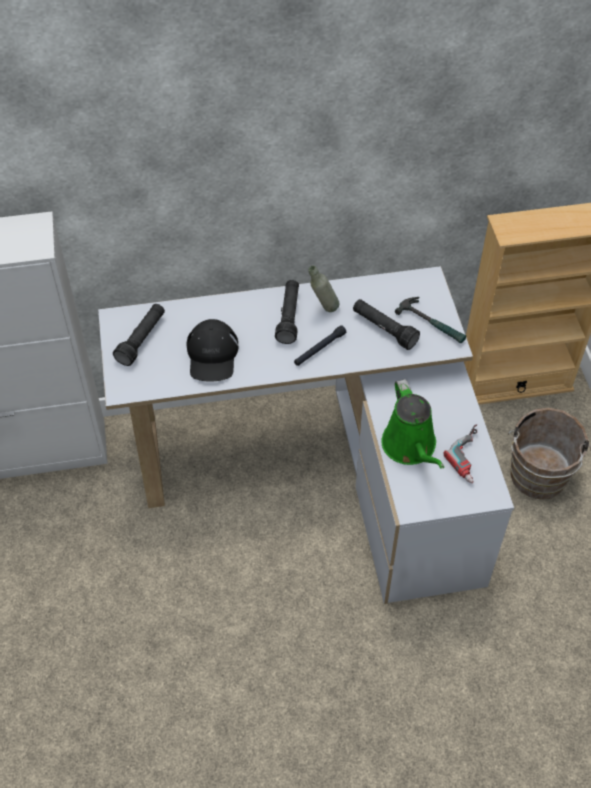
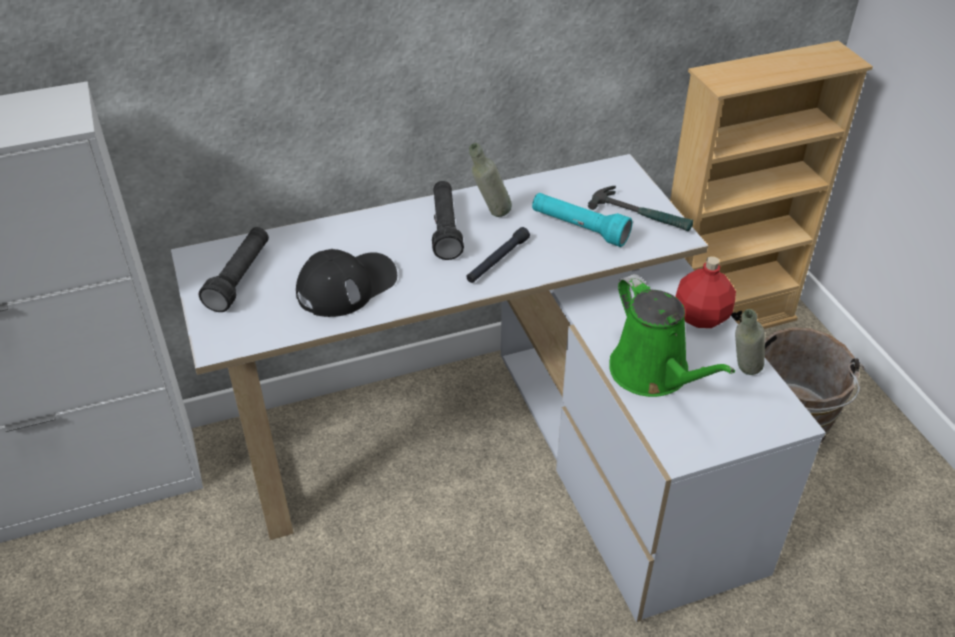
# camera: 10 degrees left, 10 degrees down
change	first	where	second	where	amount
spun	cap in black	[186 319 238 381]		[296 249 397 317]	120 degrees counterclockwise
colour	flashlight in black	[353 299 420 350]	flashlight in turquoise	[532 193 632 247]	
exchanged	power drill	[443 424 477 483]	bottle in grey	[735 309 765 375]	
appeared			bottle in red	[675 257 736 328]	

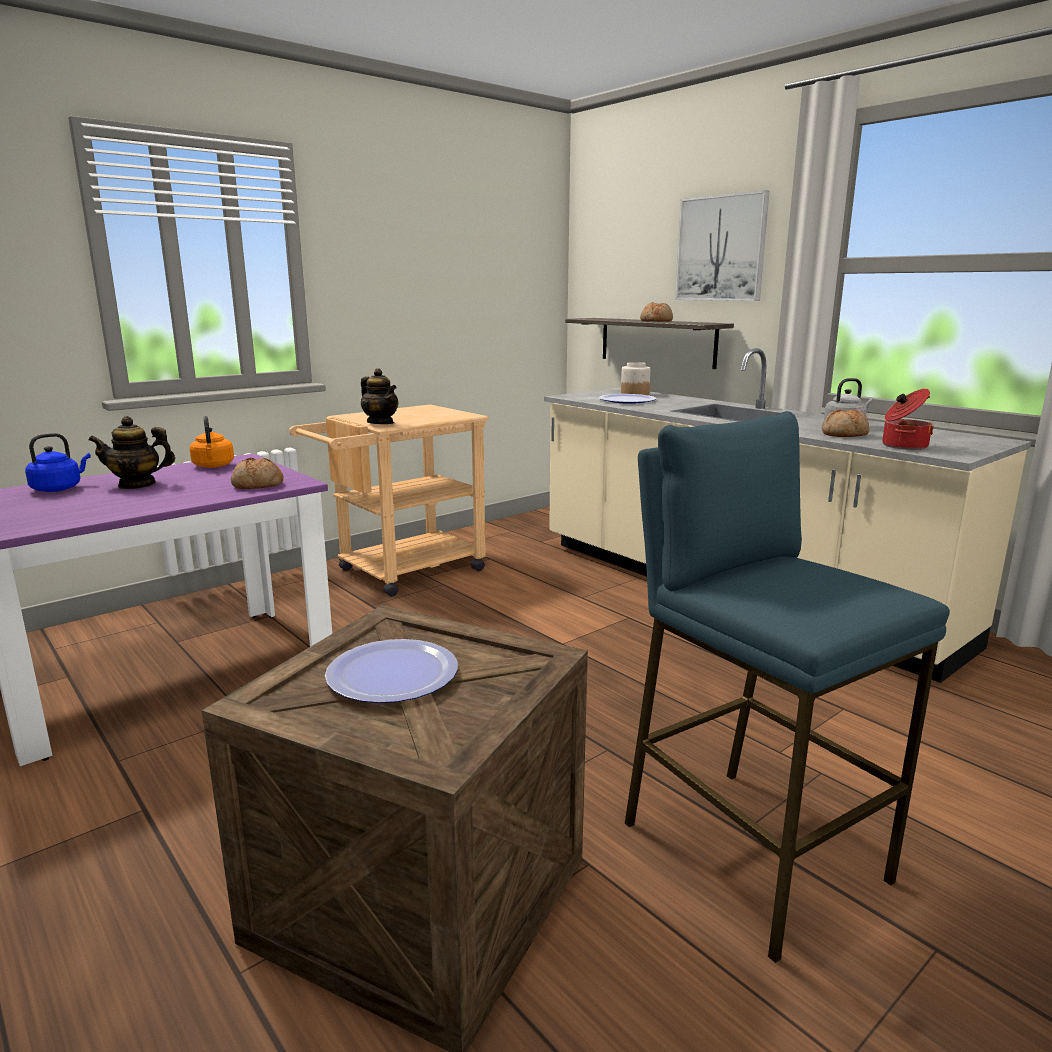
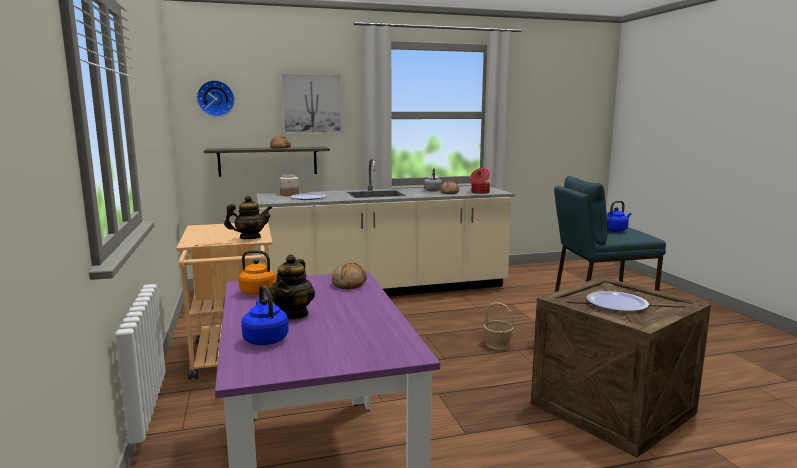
# camera: 65 degrees left, 5 degrees down
change	first	where	second	where	amount
appeared			wall clock	[197 80 235 117]	
appeared			basket	[483 302 514 350]	
appeared			kettle in blue	[607 201 631 232]	

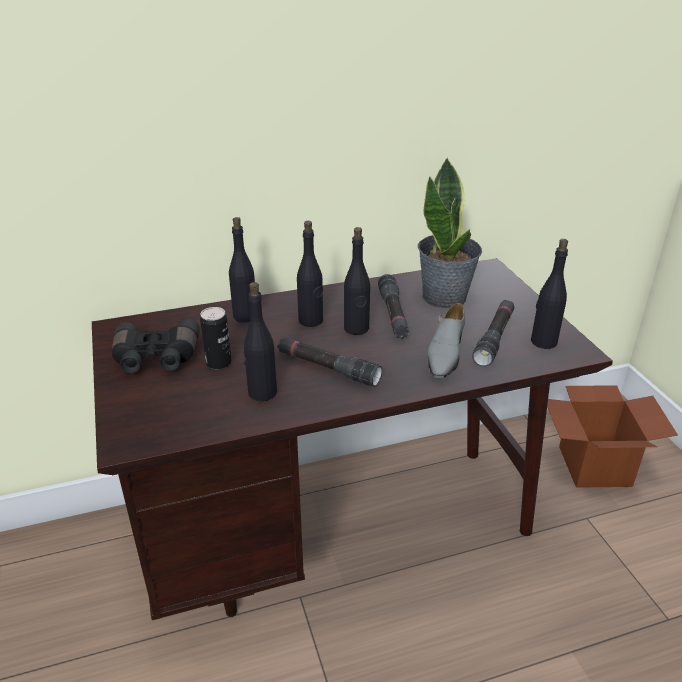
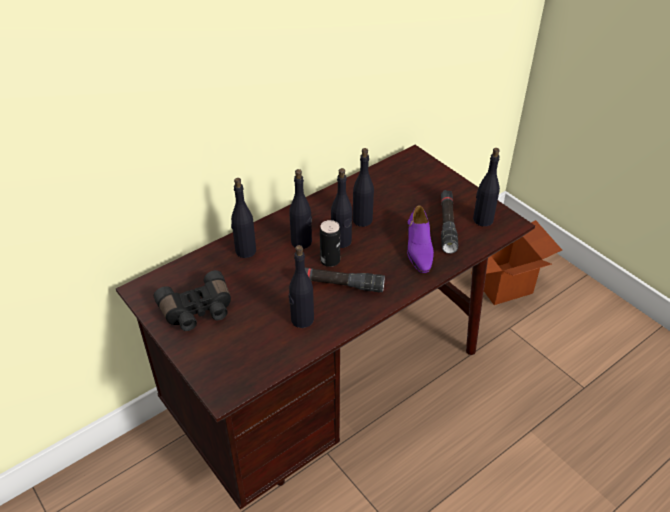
# camera: 20 degrees left, 10 degrees up
change	first	where	second	where	amount
relocated	can	[200 307 232 370]		[320 220 340 267]	
exchanged	flashlight in black	[378 274 409 339]	bottle in black	[353 148 374 227]	
missing	potted plant	[418 157 482 309]			
colour	shoe in grey	[427 303 465 378]	shoe in purple	[407 205 434 273]	

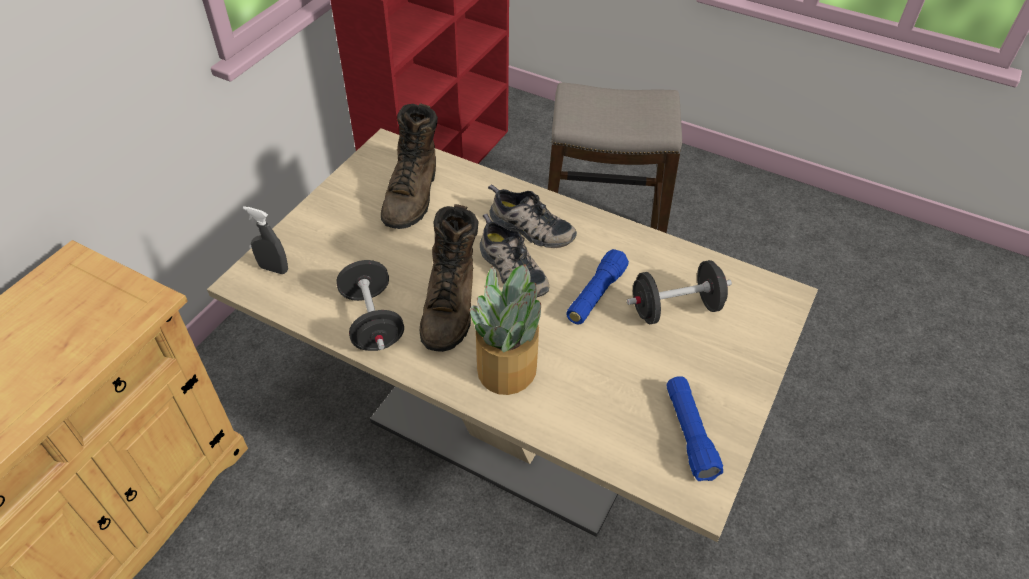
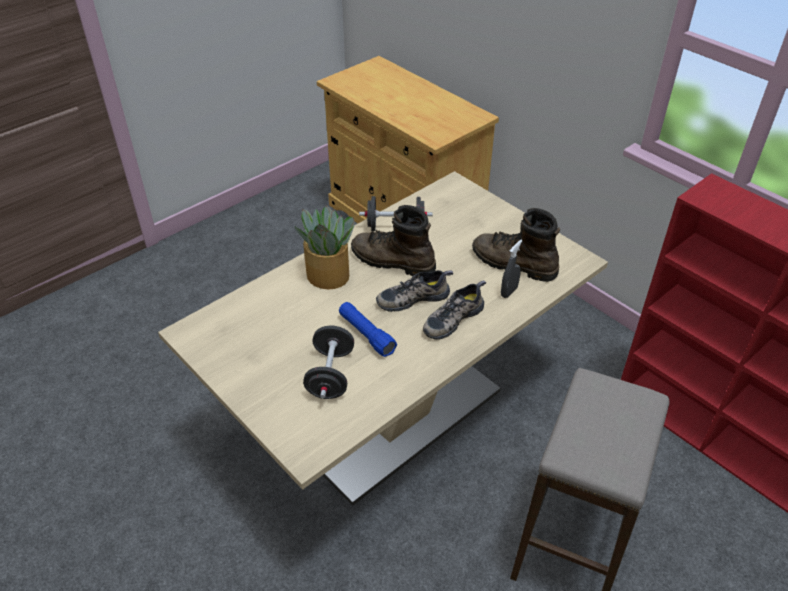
# camera: 110 degrees right, 5 degrees down
change	first	where	second	where	amount
relocated	spray bottle in grey	[243 206 288 274]		[501 240 522 298]	
missing	flashlight in blue	[667 376 723 481]			

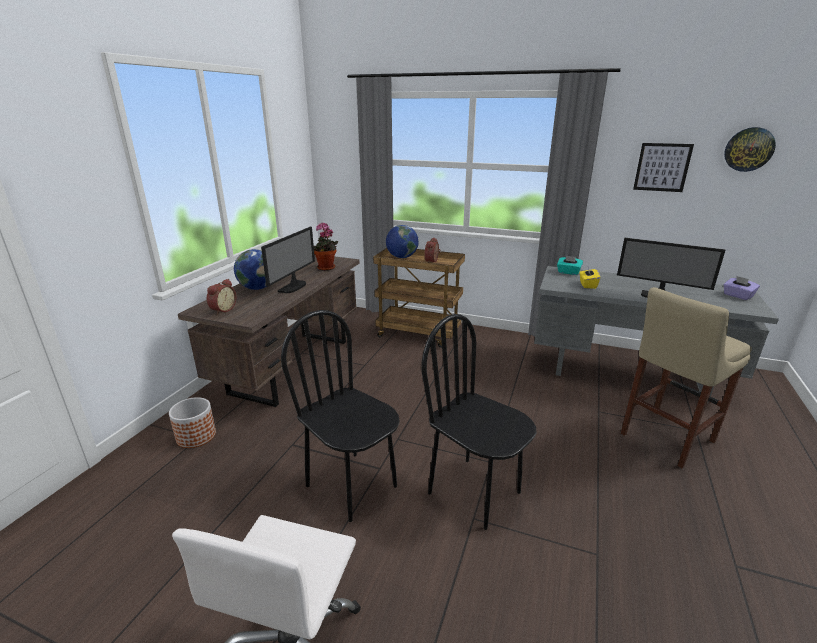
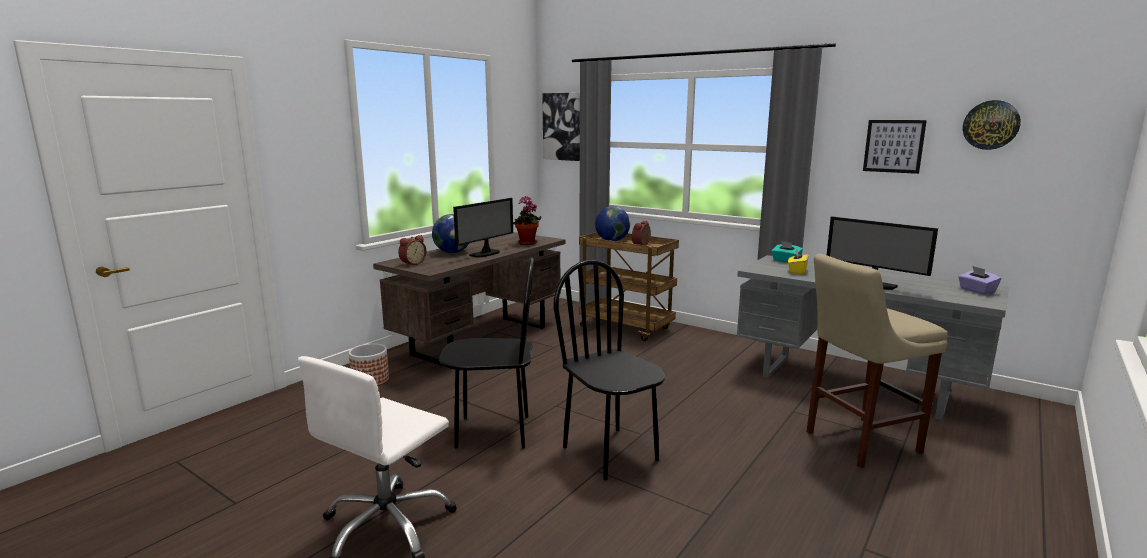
# camera: 15 degrees right, 10 degrees down
change	first	where	second	where	amount
spun	chair in black	[281 310 400 522]		[439 257 534 449]	120 degrees clockwise
appeared			picture	[542 92 580 161]	

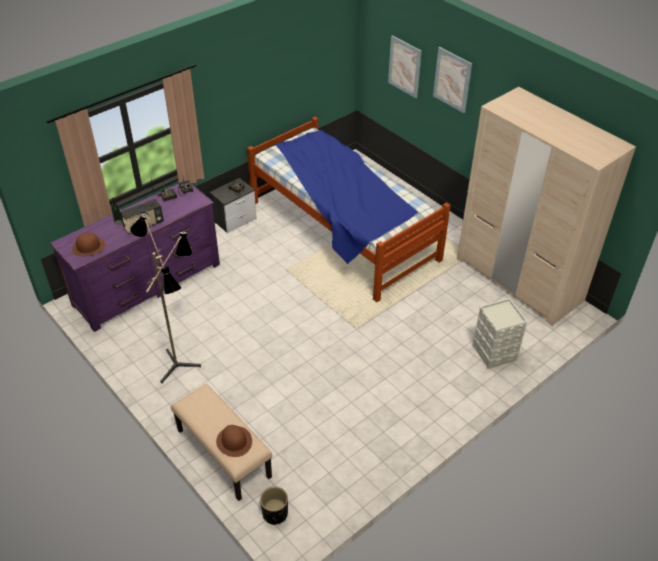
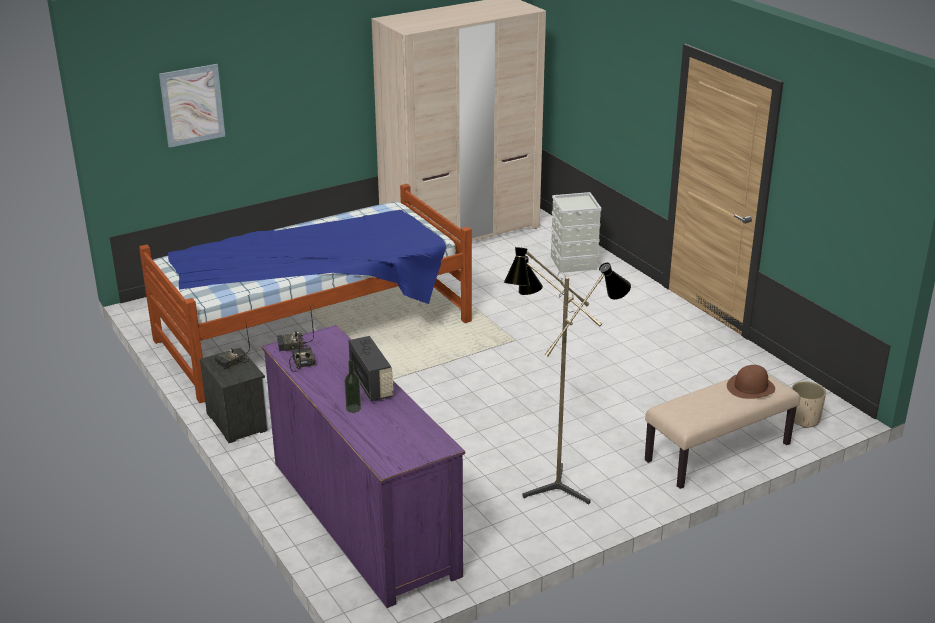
# camera: 80 degrees left, 15 degrees down
change	first	where	second	where	amount
missing	hat in brown	[72 233 105 257]			
colour	planter in black	[260 487 288 525]	planter in beige	[791 381 826 428]	
missing	picture	[433 47 472 113]			

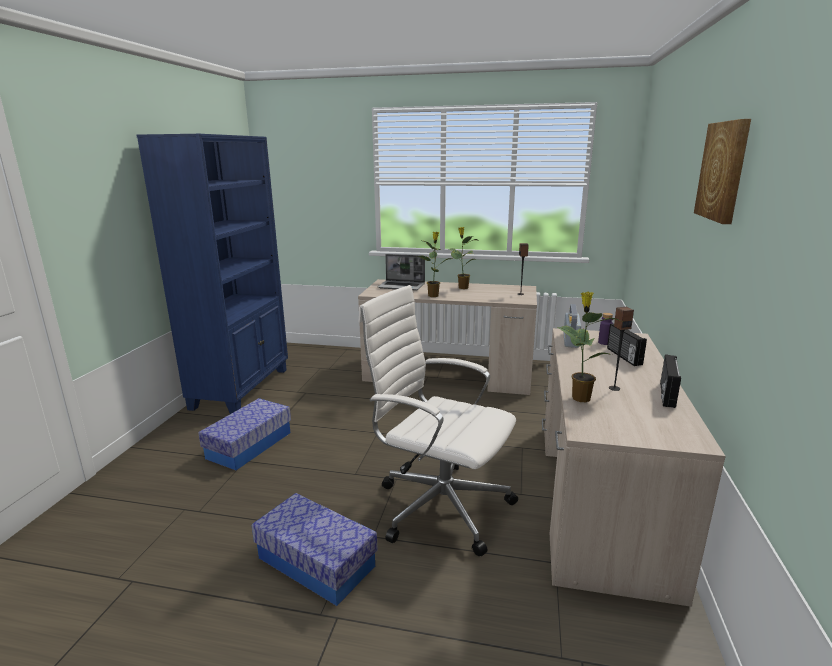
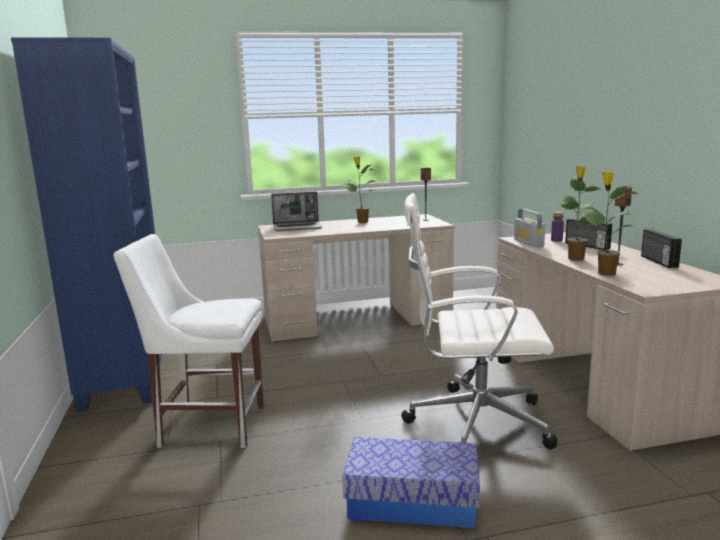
# camera: 25 degrees left, 5 degrees down
change	first	where	second	where	amount
exchanged	storage box	[198 398 291 470]	chair in white	[114 234 264 448]	
relocated	potted plant	[418 232 452 297]		[561 166 603 261]	
missing	picture	[694 119 751 224]			

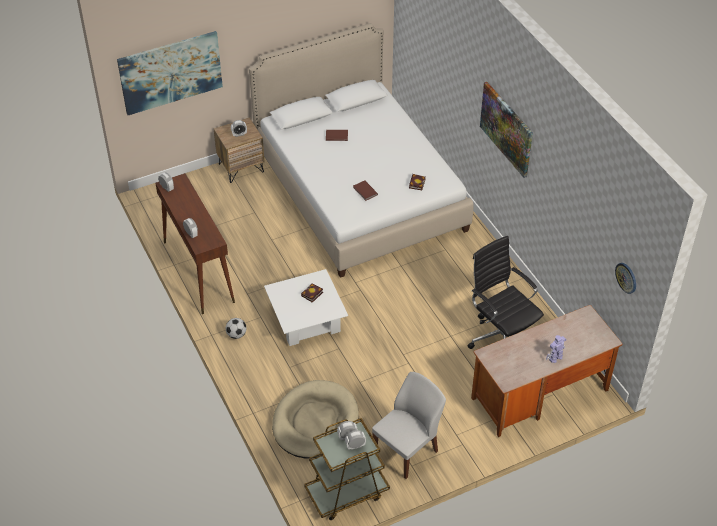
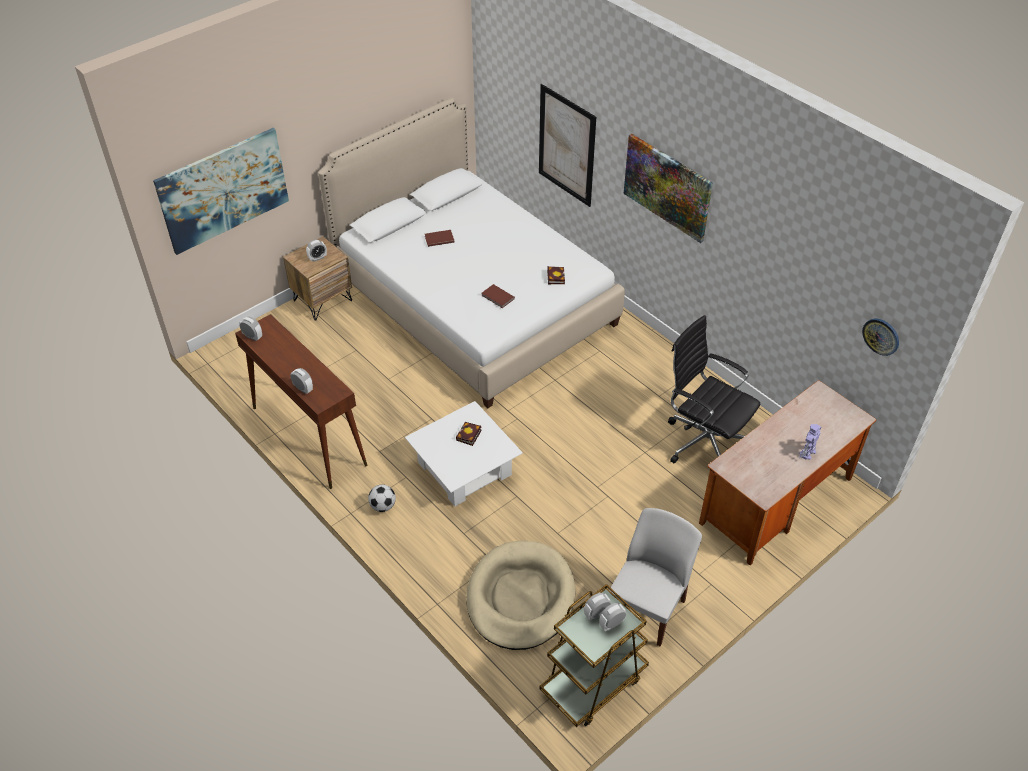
# camera: 15 degrees left, 0 degrees up
change	first	where	second	where	amount
appeared			picture	[539 84 596 207]	

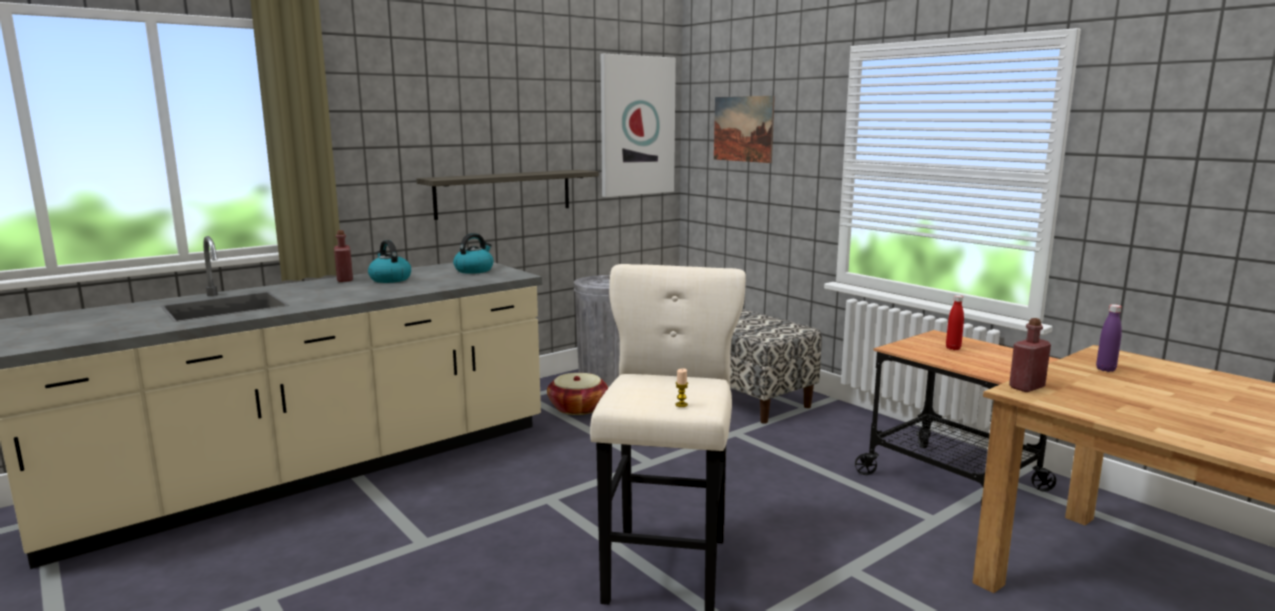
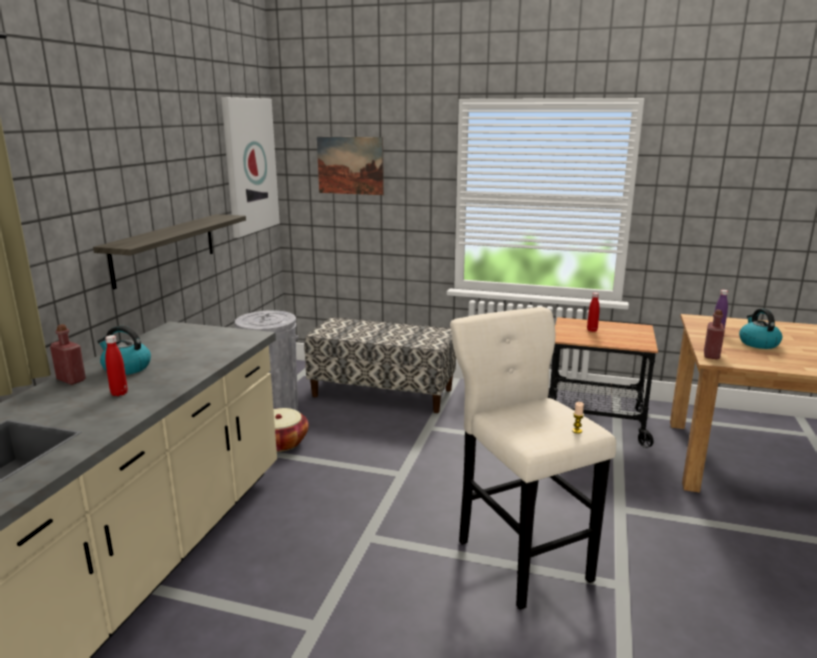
# camera: 35 degrees left, 5 degrees up
change	first	where	second	where	amount
relocated	kettle	[453 233 494 274]		[739 308 782 349]	
appeared			bottle in red	[105 335 128 396]	

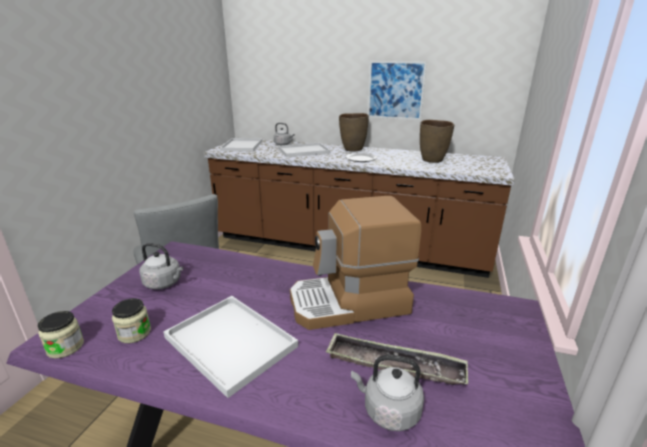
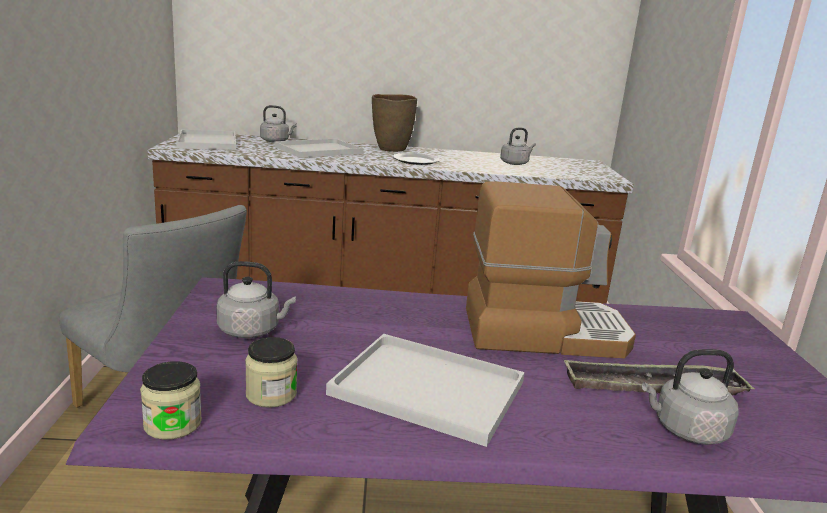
# camera: 20 degrees left, 5 degrees down
change	first	where	second	where	amount
spun	coffee machine	[290 196 421 330]		[466 181 636 358]	150 degrees counterclockwise
missing	picture	[368 61 427 120]			
exchanged	vase in brown	[420 120 454 163]	kettle in grey	[500 128 536 165]	

